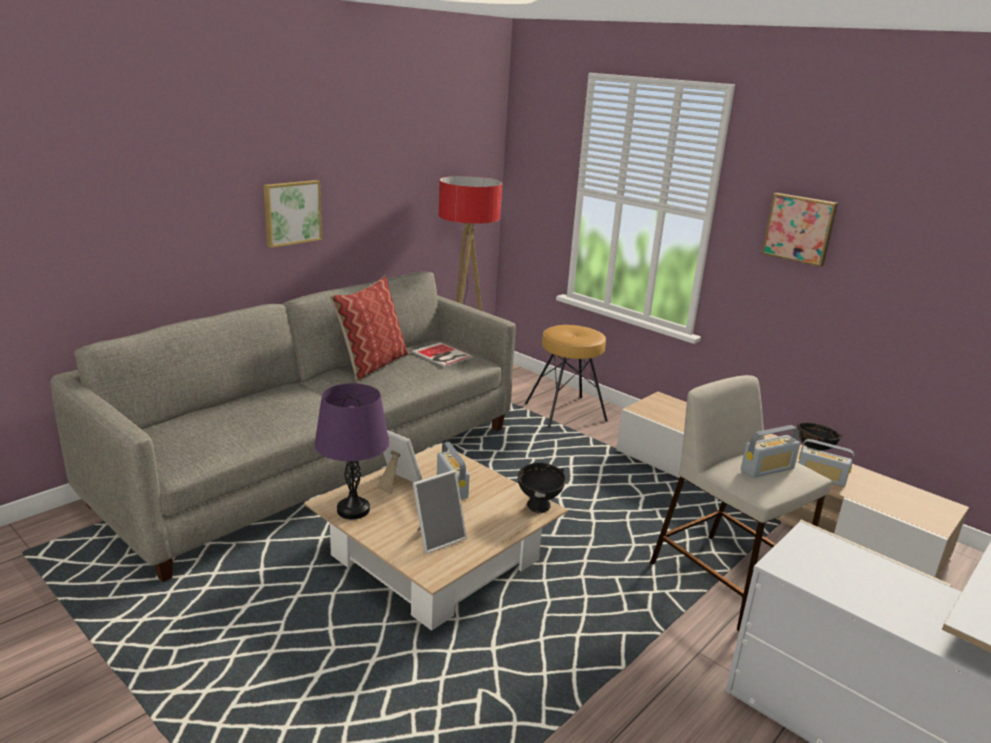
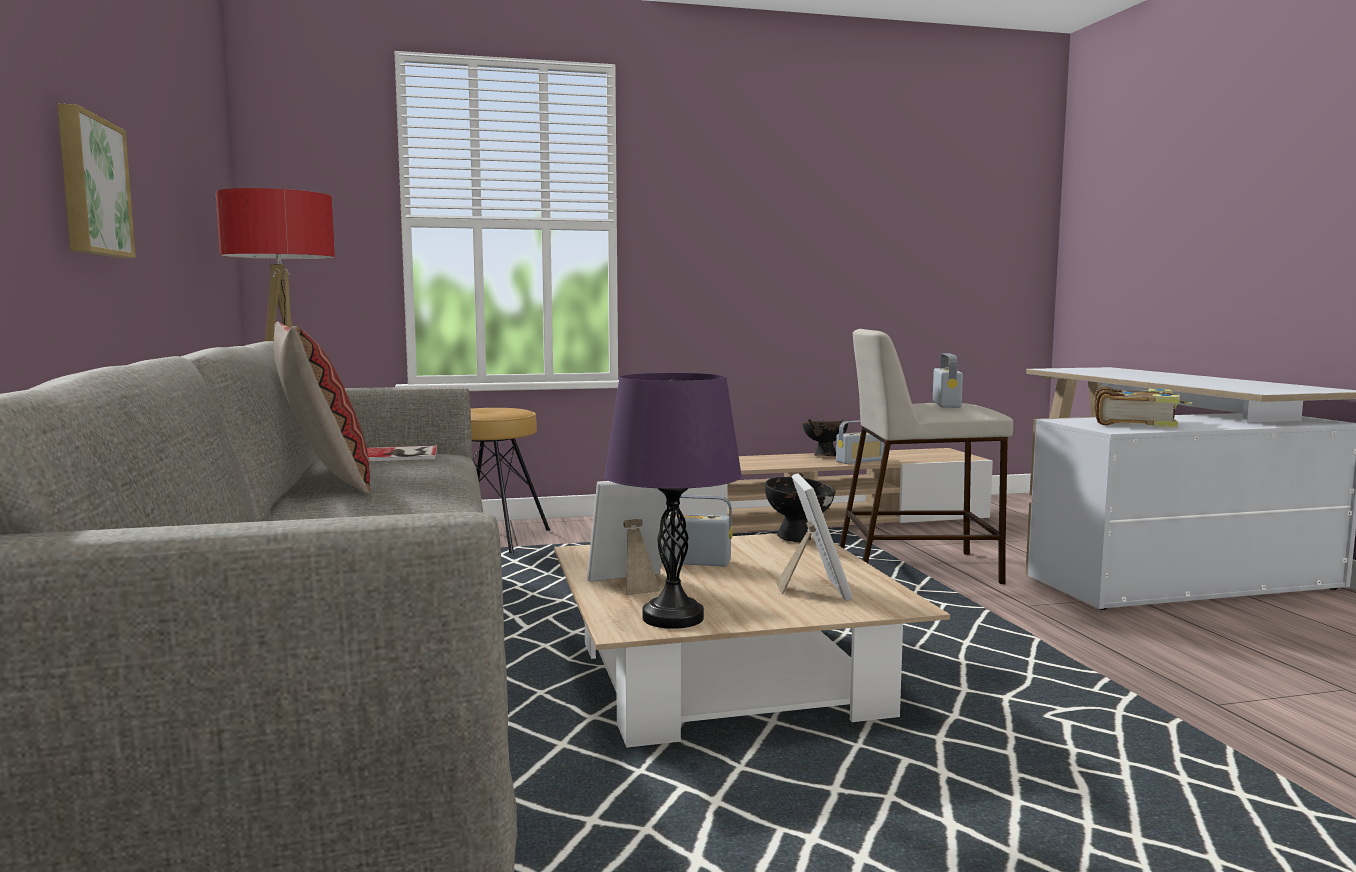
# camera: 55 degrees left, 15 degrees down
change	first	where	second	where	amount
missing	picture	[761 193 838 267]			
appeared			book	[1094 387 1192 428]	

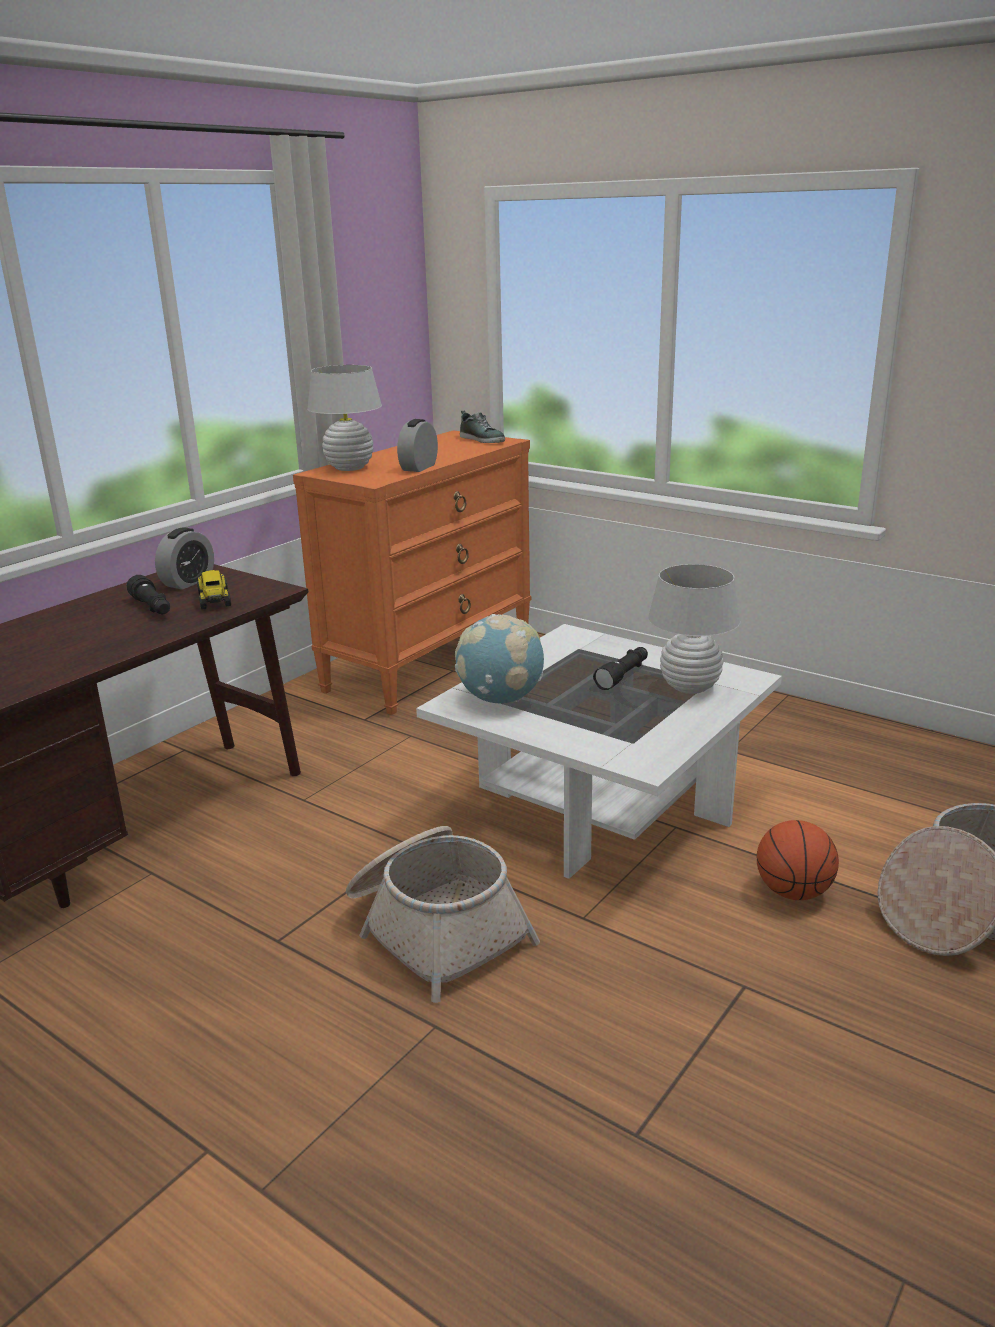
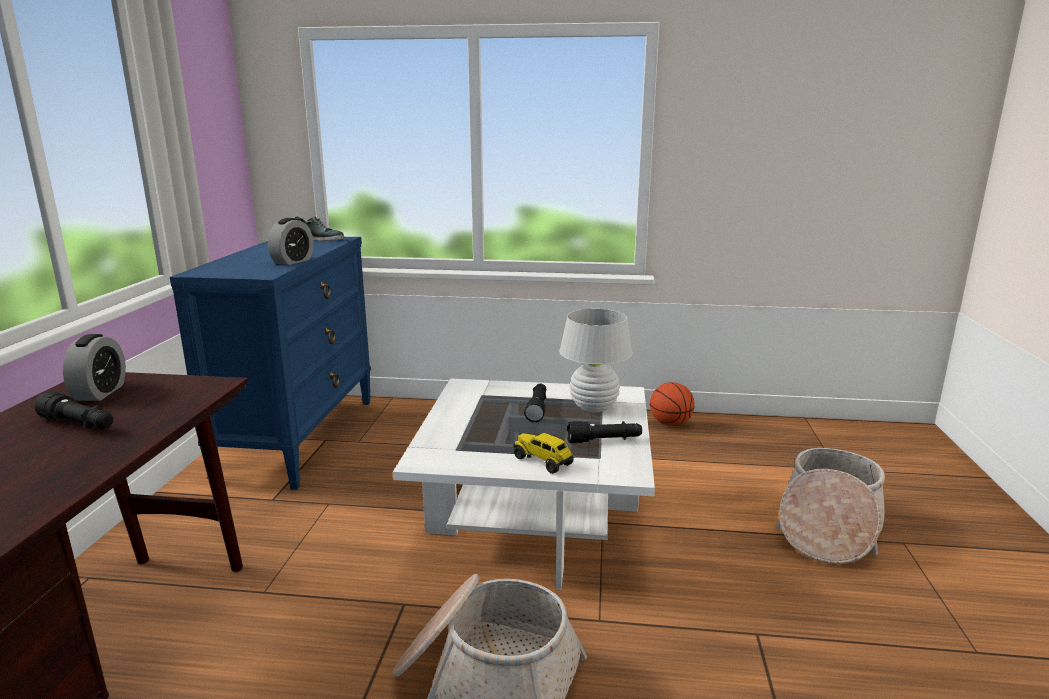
# camera: 30 degrees left, 5 degrees down
change	first	where	second	where	amount
relocated	toy truck	[197 570 231 609]		[513 433 575 474]	
colour	dresser in orange	[293 430 531 715]	dresser in blue	[170 237 371 490]	
missing	table lamp in white	[307 365 382 471]			
spun	alarm clock	[397 419 438 472]		[268 218 314 265]	150 degrees counterclockwise
missing	globe	[455 614 544 703]			
relocated	basketball	[757 820 839 900]		[650 382 695 426]	
appeared			flashlight in black	[567 421 642 443]	

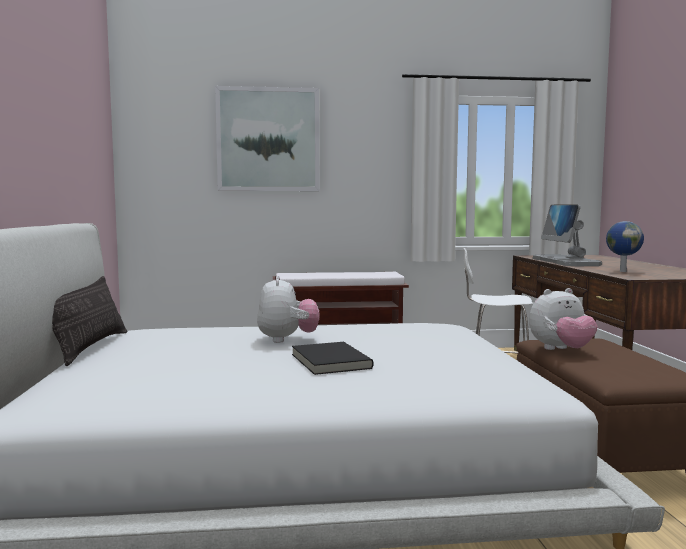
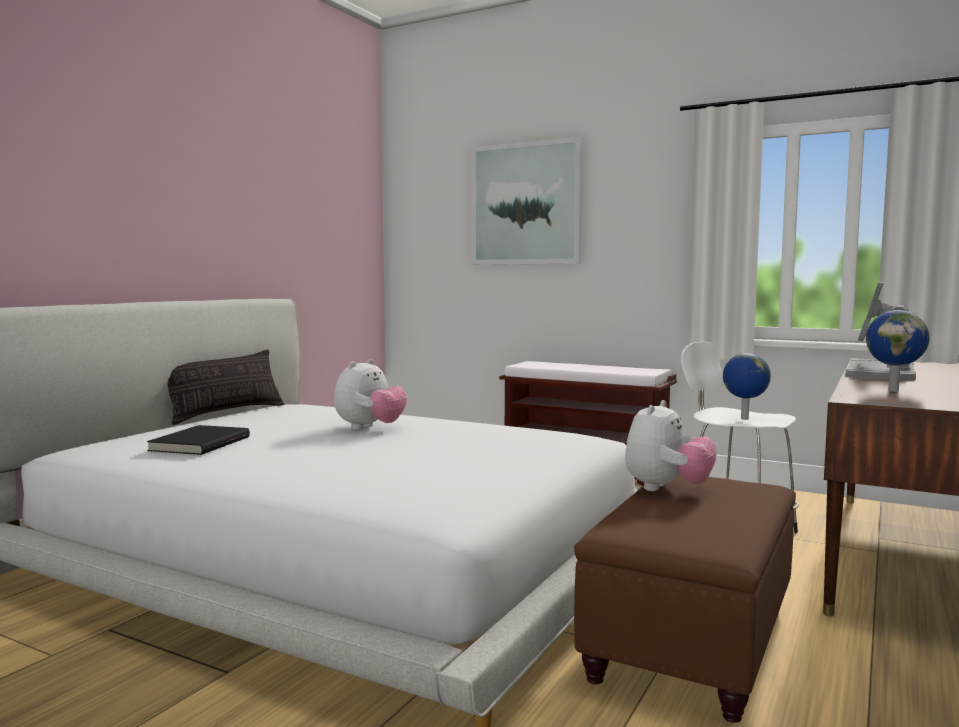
# camera: 35 degrees right, 0 degrees up
change	first	where	second	where	amount
relocated	book in black	[292 342 374 375]		[147 425 250 455]	
spun	plush toy	[529 288 598 350]		[625 400 717 491]	75 degrees counterclockwise
appeared			globe	[723 353 771 420]	

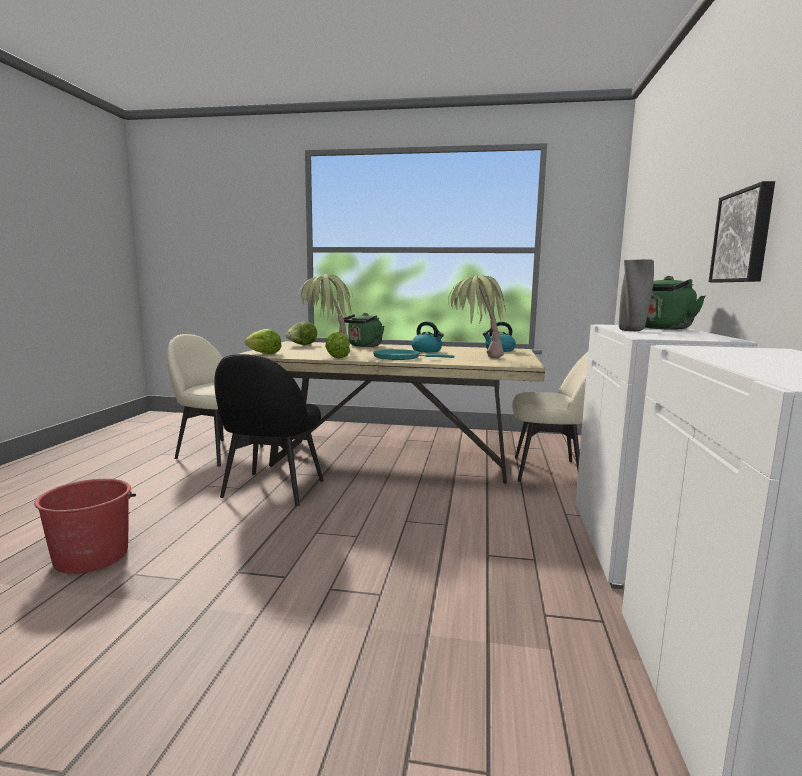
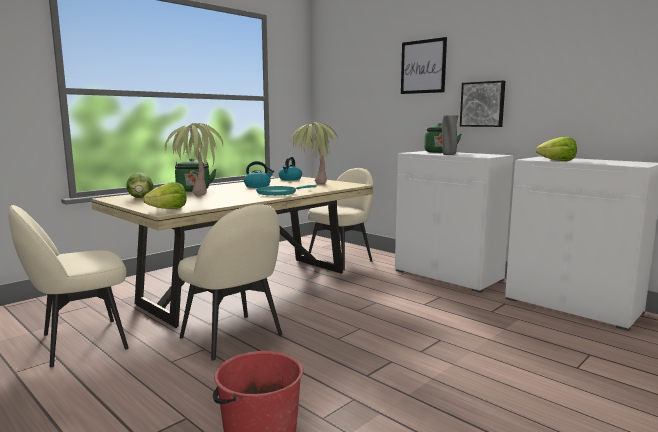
# camera: 55 degrees left, 0 degrees up
change	first	where	second	where	amount
colour	chair in black	[214 354 324 506]	chair in beige	[178 205 282 361]	
relocated	lettuce	[325 332 350 359]		[536 137 577 161]	
appeared			picture	[401 37 447 94]	

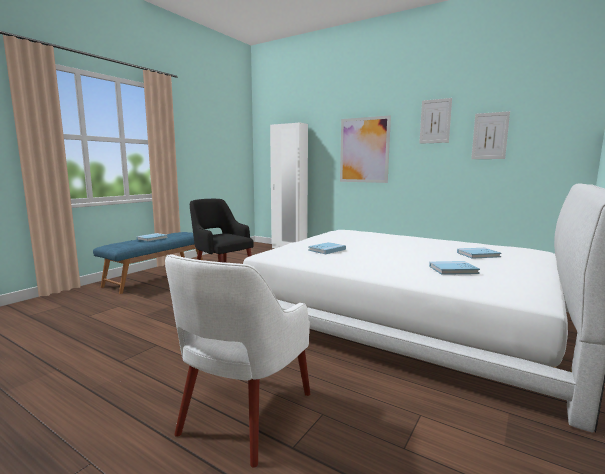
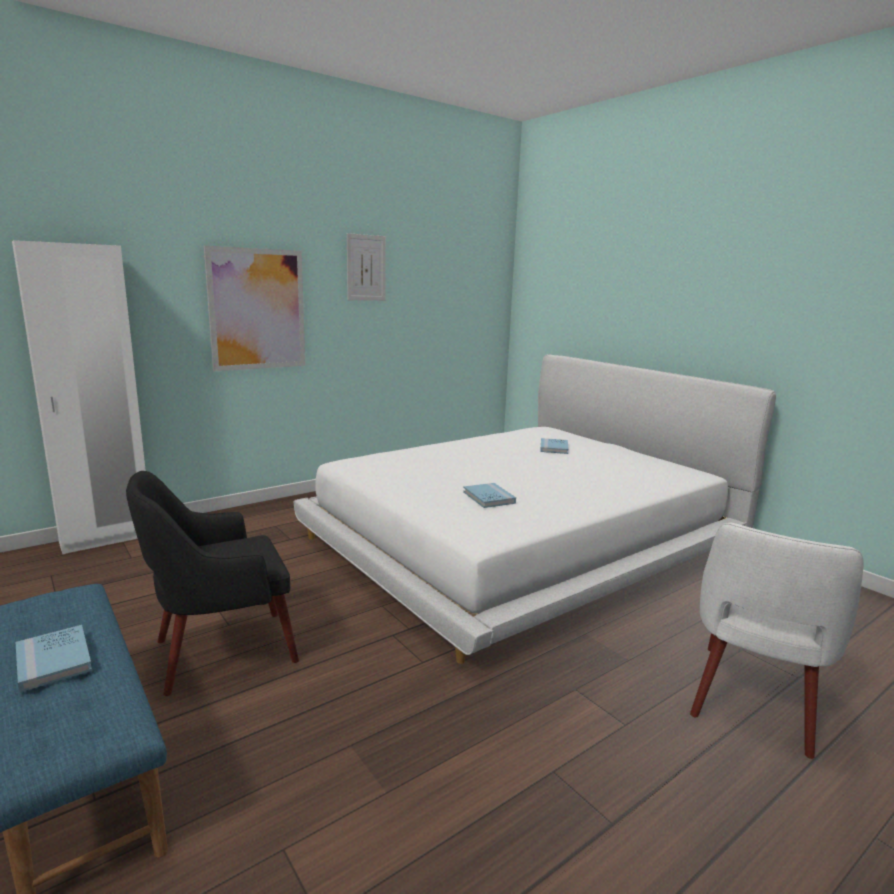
# camera: 70 degrees left, 5 degrees up
change	first	where	second	where	amount
spun	armchair in white	[165 254 310 468]		[690 523 864 759]	75 degrees clockwise
missing	book in blue	[429 261 480 275]			
missing	picture	[471 111 510 159]			

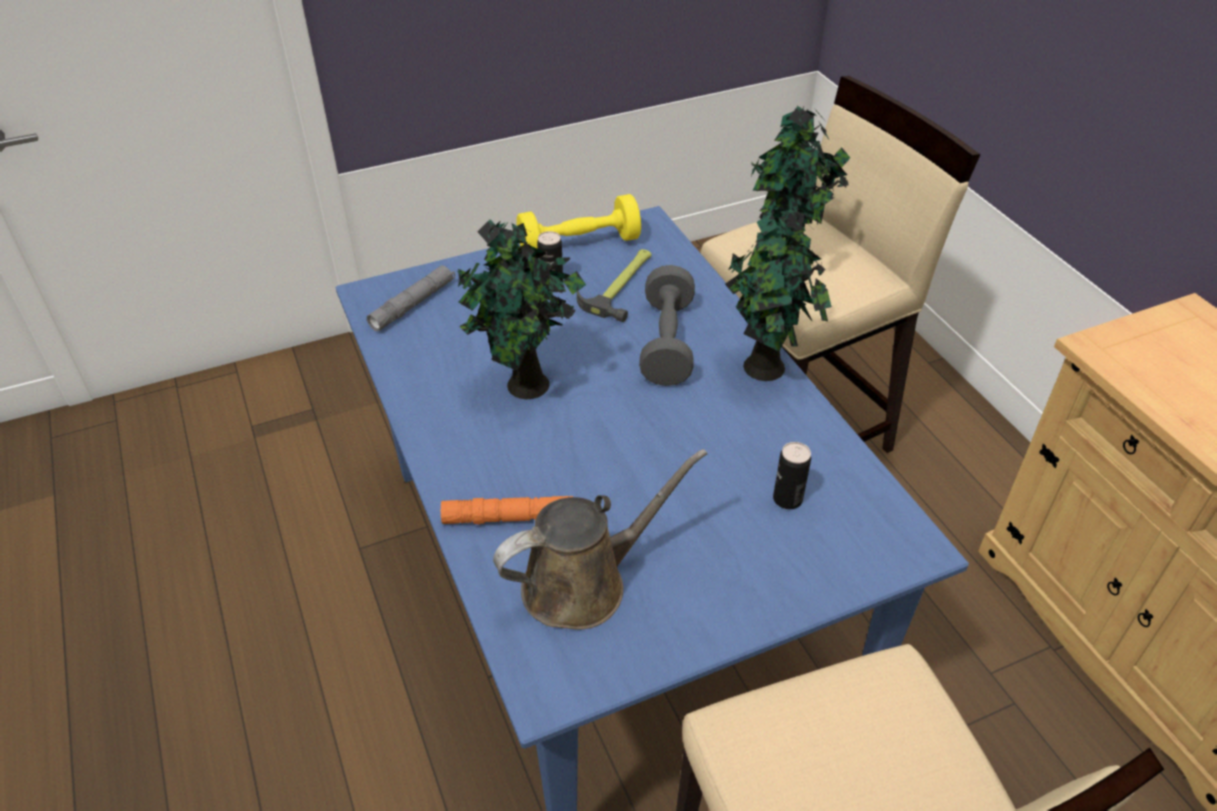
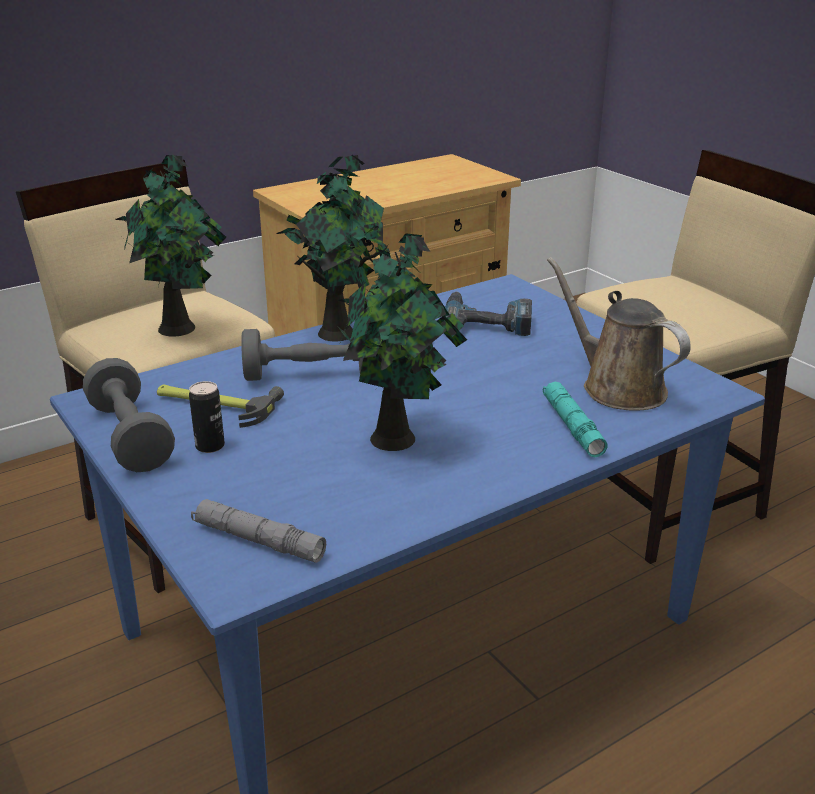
# camera: 100 degrees left, 15 degrees down
change	first	where	second	where	amount
colour	flashlight in orange	[441 496 573 525]	flashlight in turquoise	[543 382 608 457]	
colour	dumbbell in yellow	[516 194 641 249]	dumbbell in grey	[83 358 175 472]	
exchanged	can	[773 442 811 509]	power drill	[445 292 532 336]	

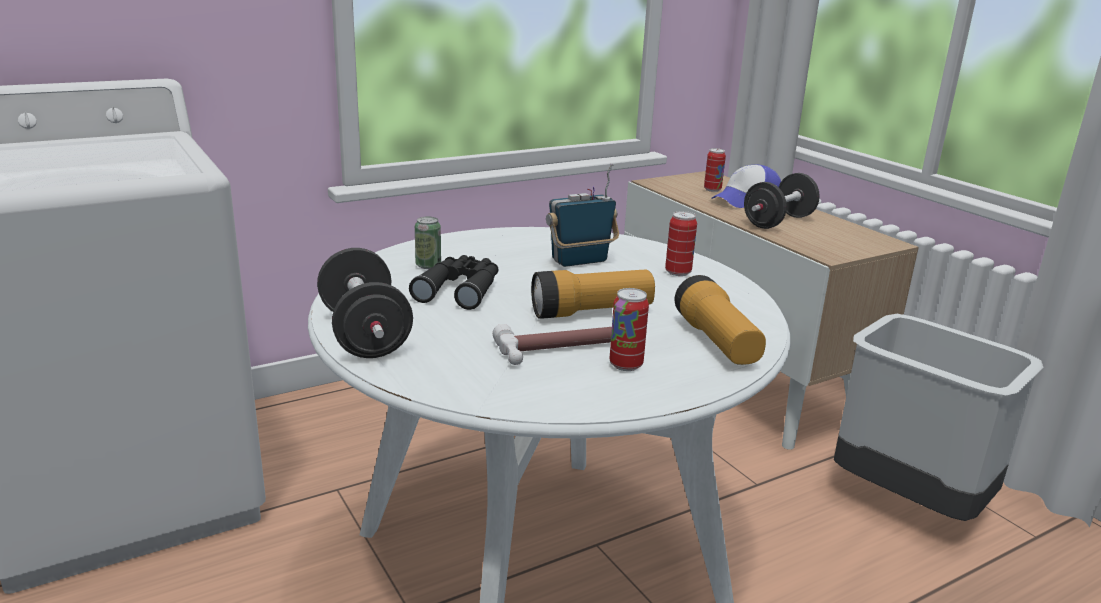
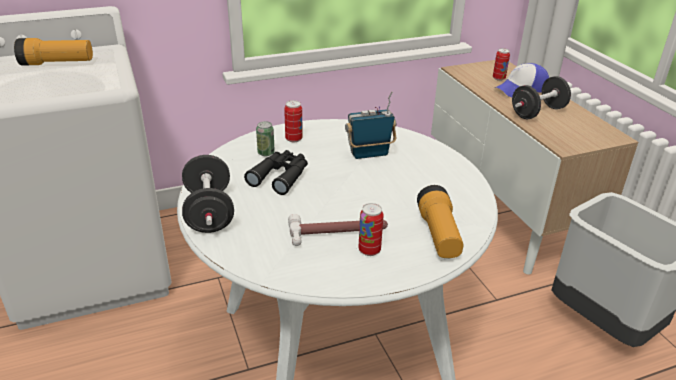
# camera: 10 degrees right, 10 degrees up
change	first	where	second	where	amount
relocated	flashlight	[531 270 655 319]		[14 38 93 65]	
relocated	can	[665 211 697 276]		[284 100 303 143]	

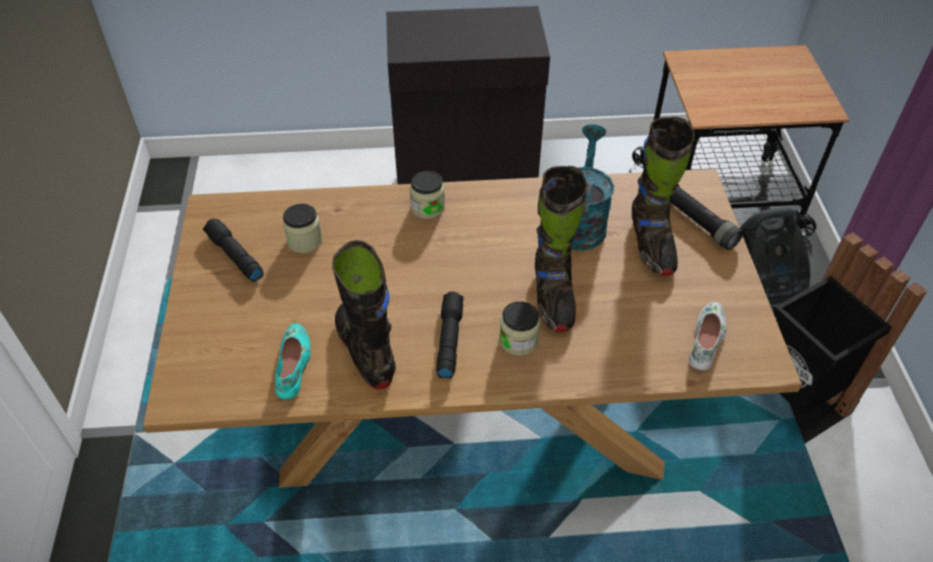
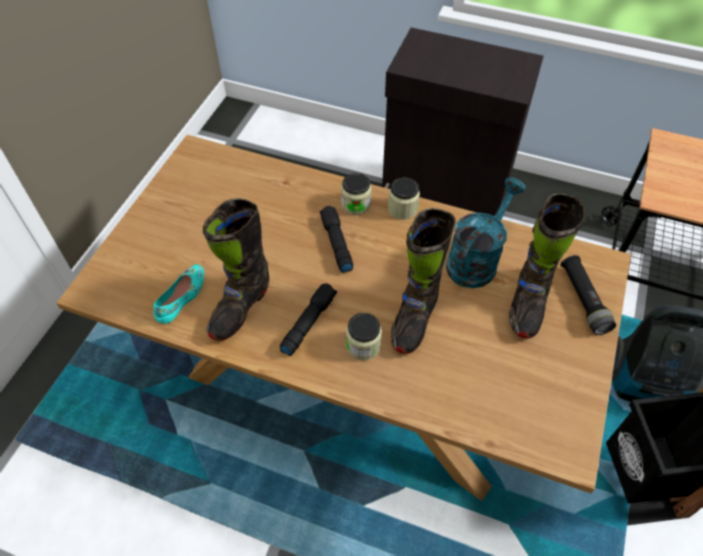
# camera: 25 degrees right, 5 degrees up
change	first	where	second	where	amount
relocated	flashlight in black	[203 218 263 282]		[320 206 353 273]	
relocated	jar	[283 204 322 253]		[388 178 420 220]	
spun	boot in black	[332 240 396 389]		[203 198 269 341]	150 degrees counterclockwise
missing	shoe in white	[689 302 726 370]			

